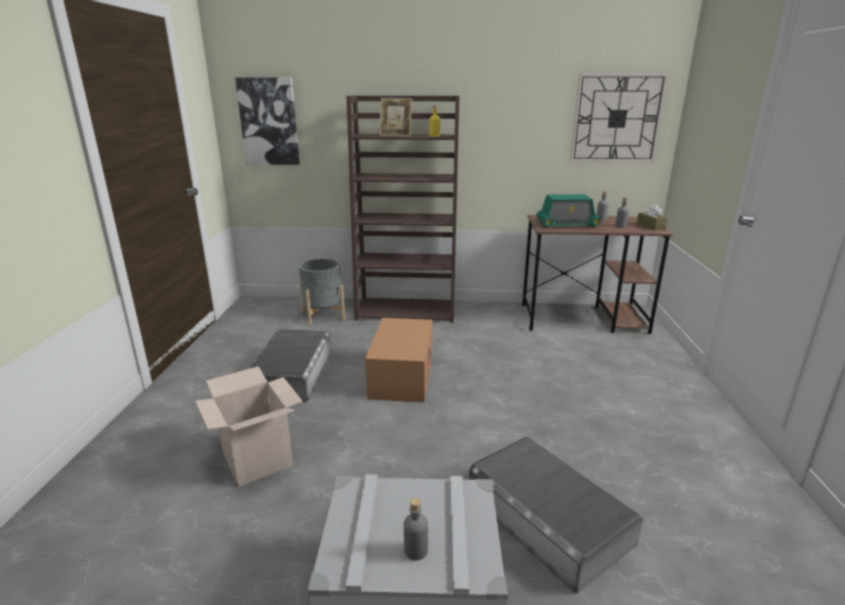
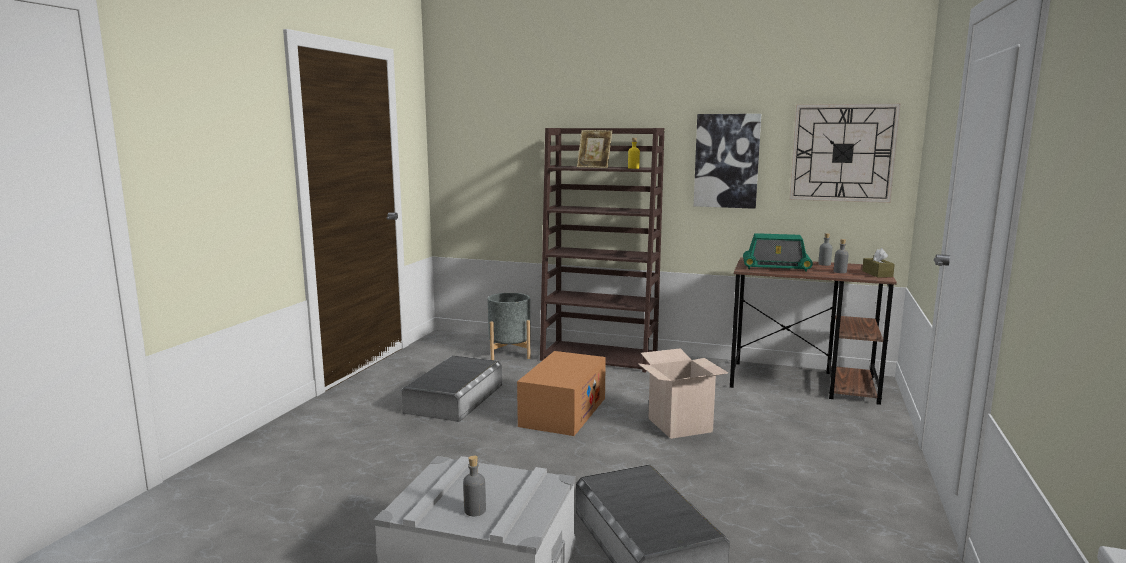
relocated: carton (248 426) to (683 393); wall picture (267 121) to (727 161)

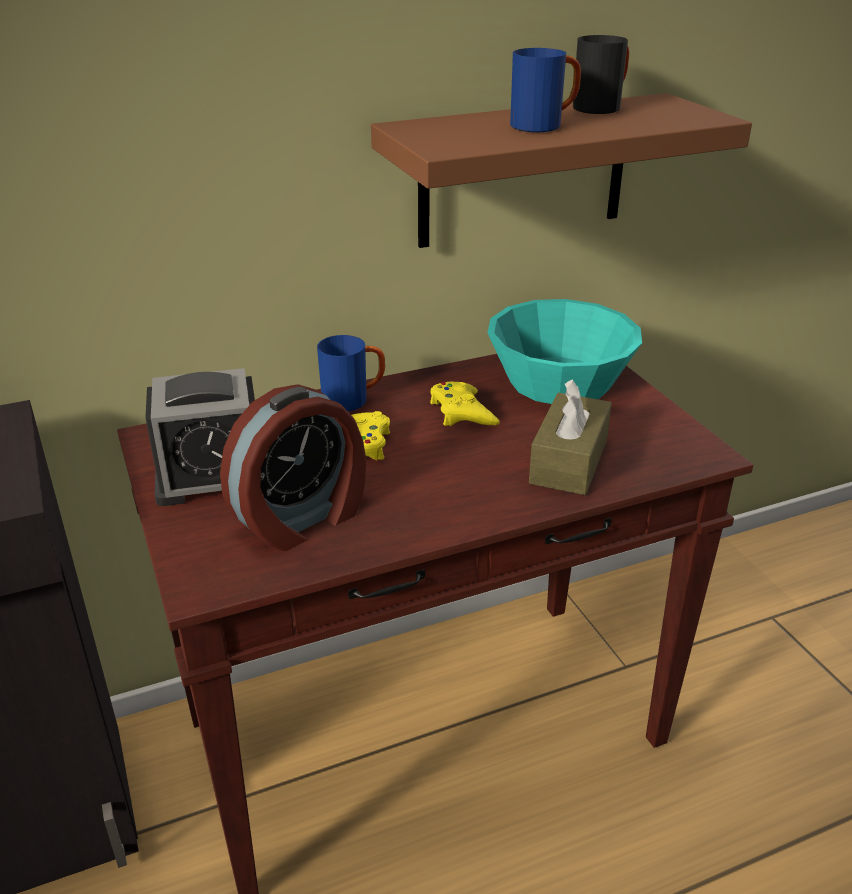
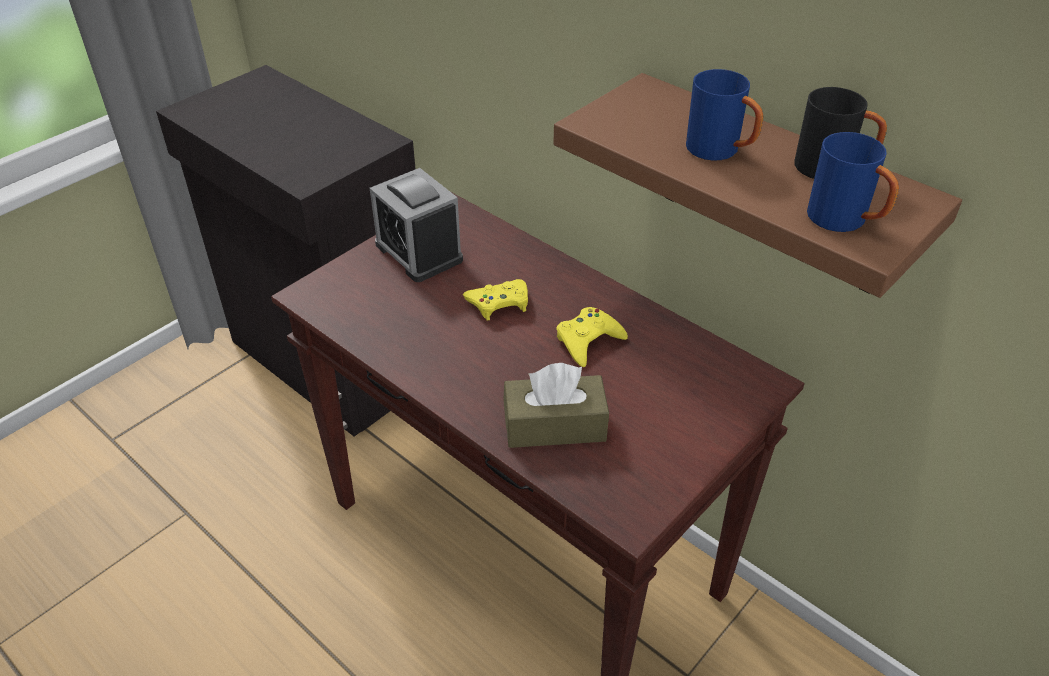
missing: alarm clock (293 467); turquoise deep dish (564 351)
relocated: blue-coloured mug (351 373) to (853 182)

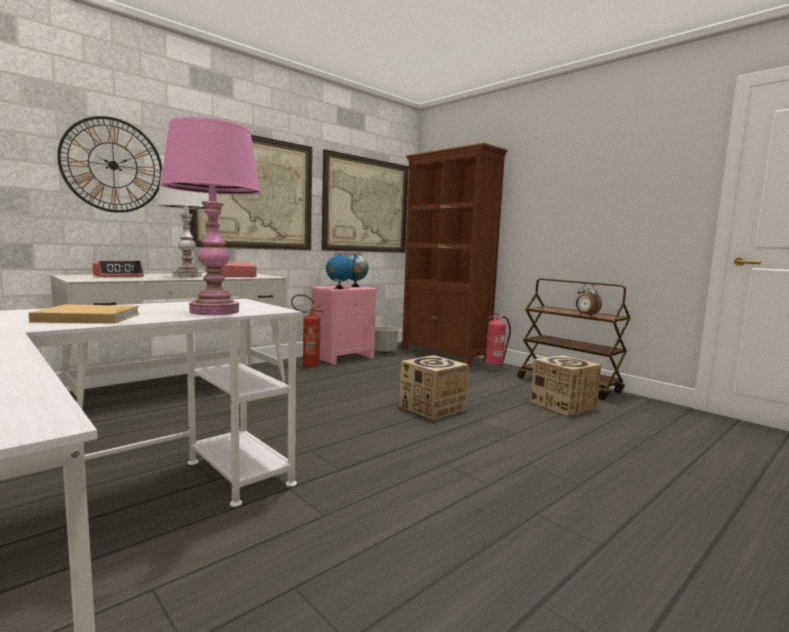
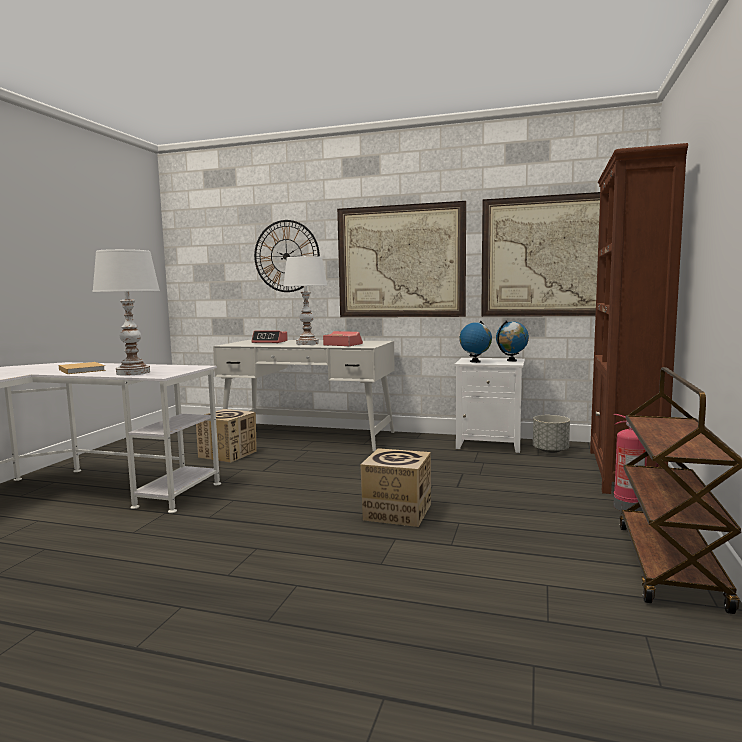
missing: fire-fighting cylinder (307 331); alarm clock (589 299)
relocated: carton (565 385) to (226 436)
colour: pink tabletop lamp (210 216) to white-coloured tabletop lamp (126 312); pink nightstand (343 325) to white-coloured nightstand (489 405)

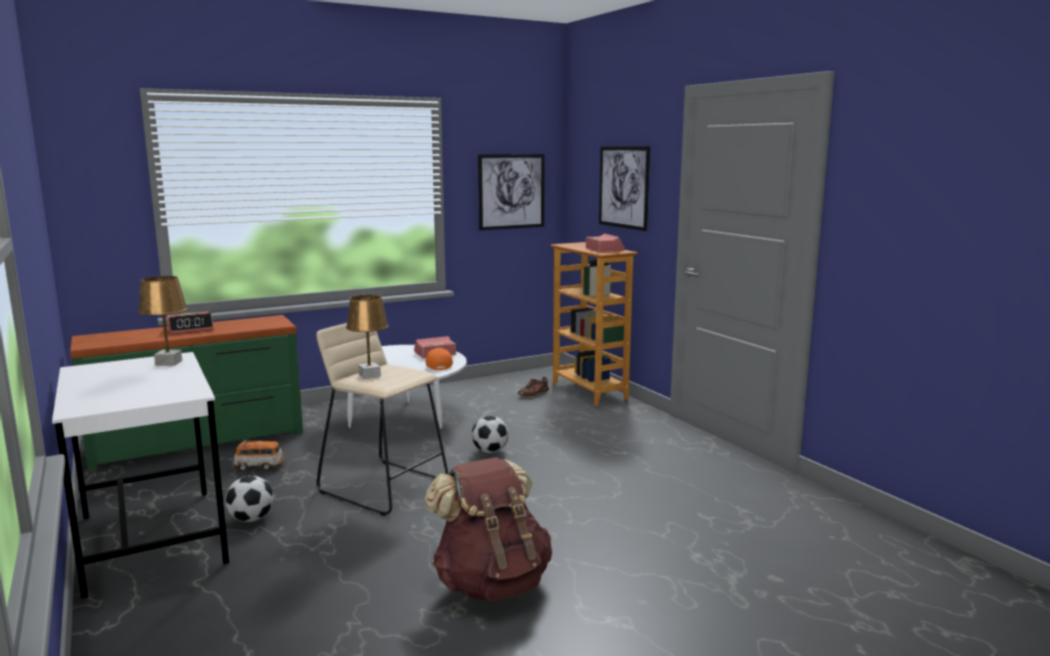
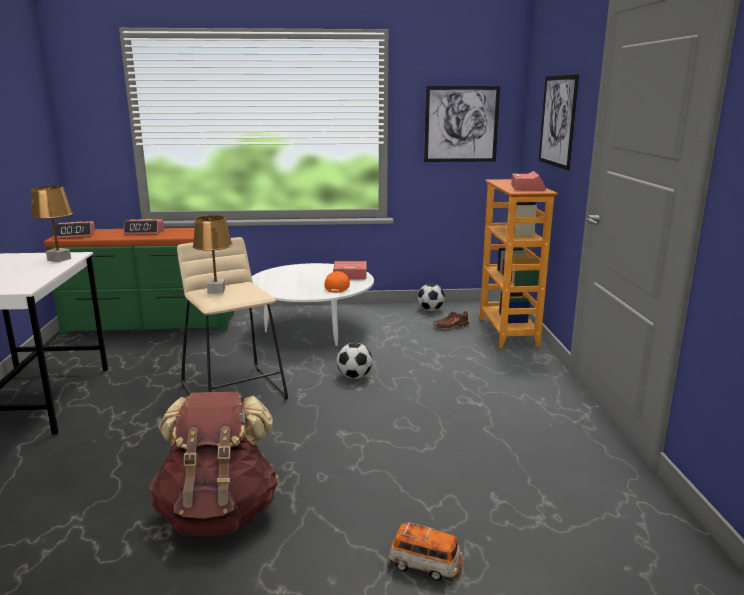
appeared: alarm clock (75 230)
relocated: ball for football (249 499) to (431 297); miniature car (258 455) to (425 551)

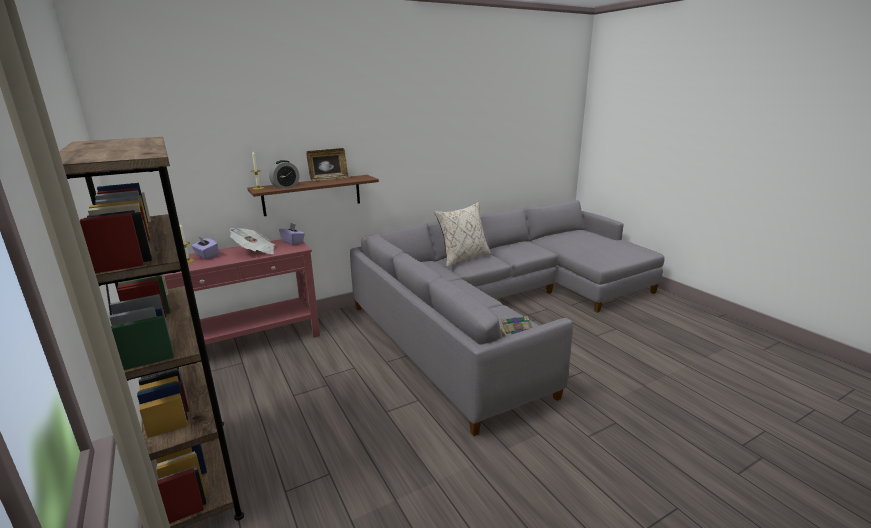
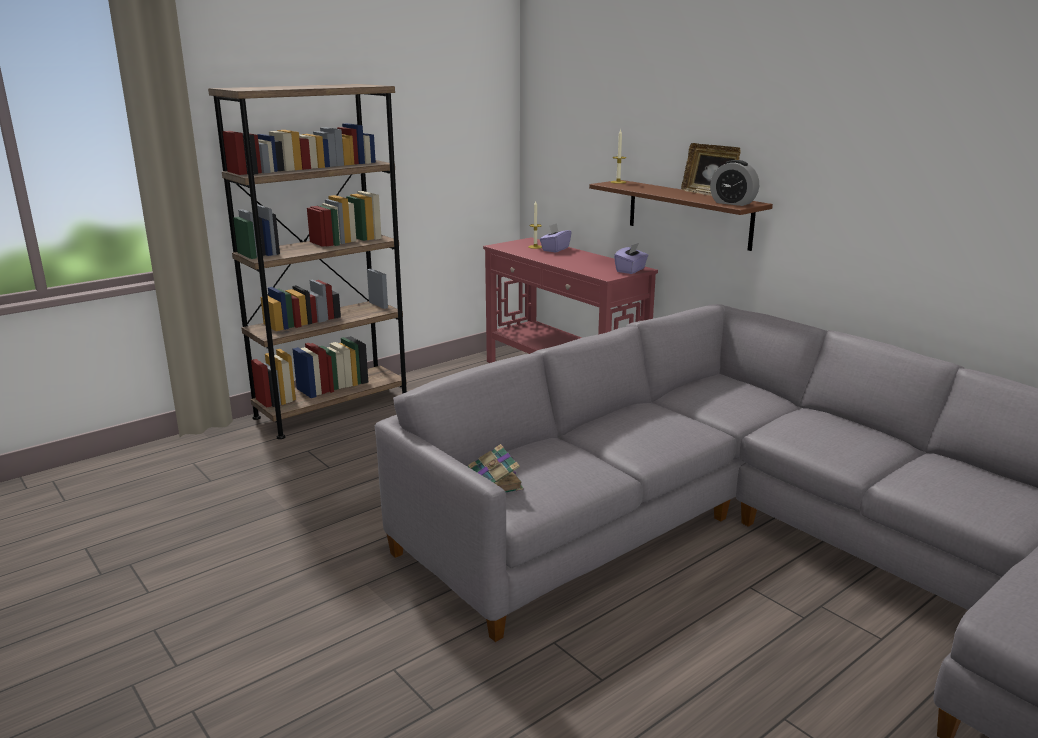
missing: printed paper (252 241); beige-coloured cushion (462 234)
relocated: alarm clock (284 174) to (734 183)

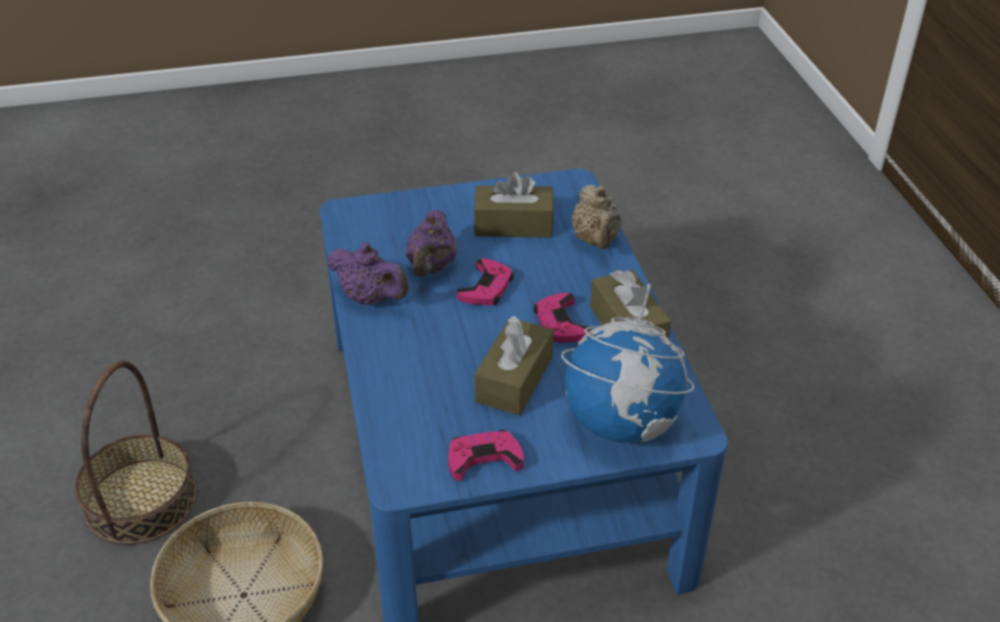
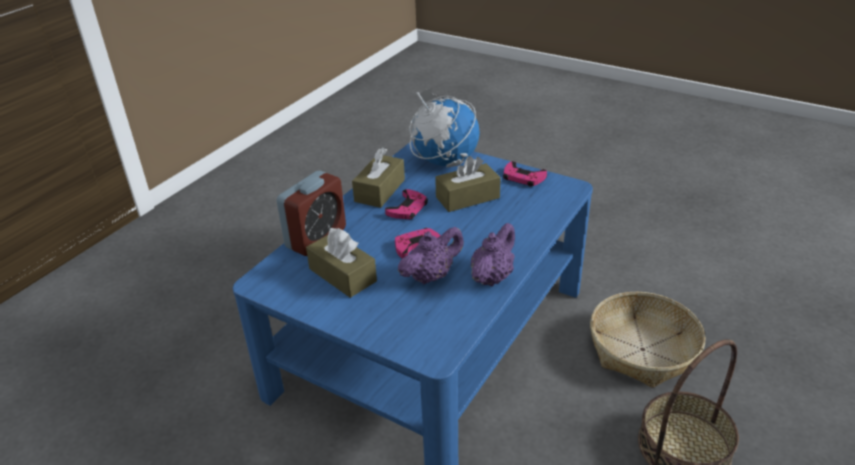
exchanged: beige-coloured pot for tea (597 217) to alarm clock (311 213)
spun: purple-coloured pot for tea (368 273) = (493 254) 45 degrees clockwise

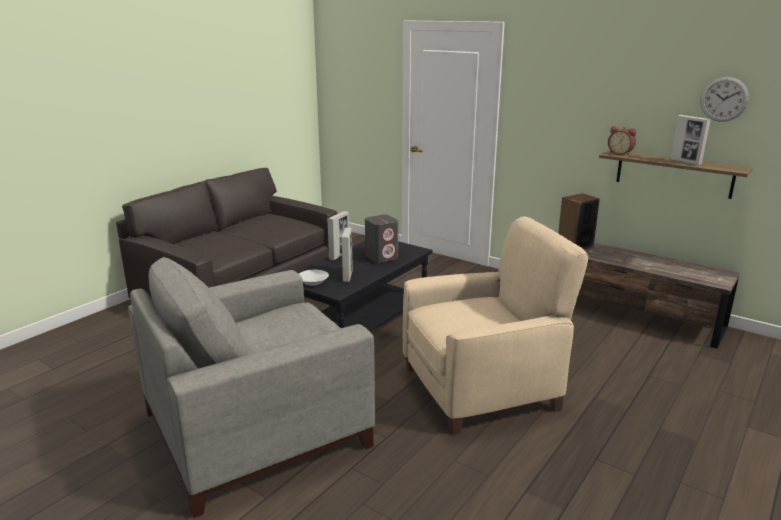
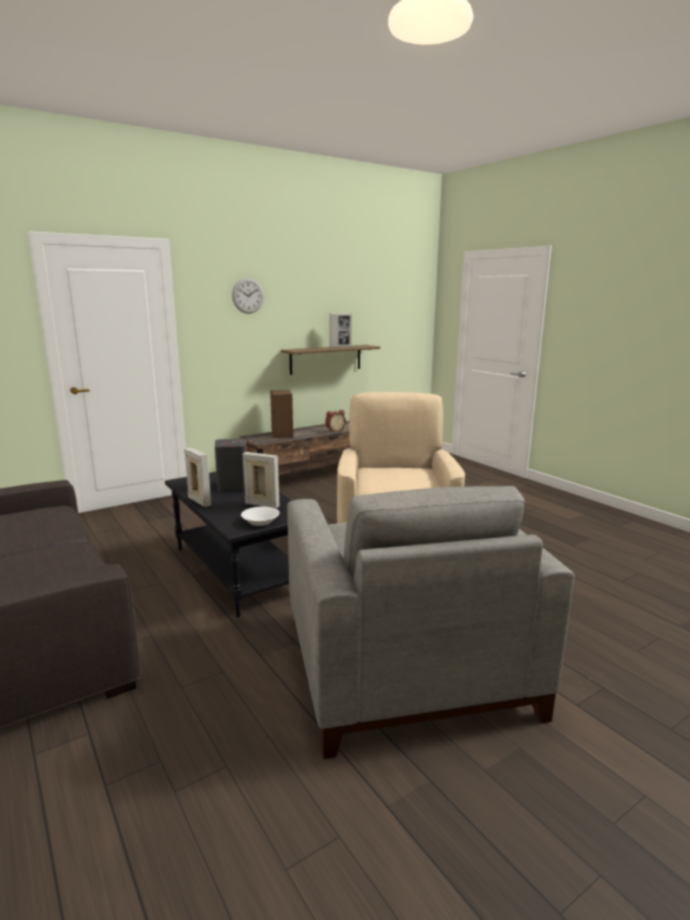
relocated: alarm clock (622 140) to (335 421); hanging clock (724 99) to (248 296)

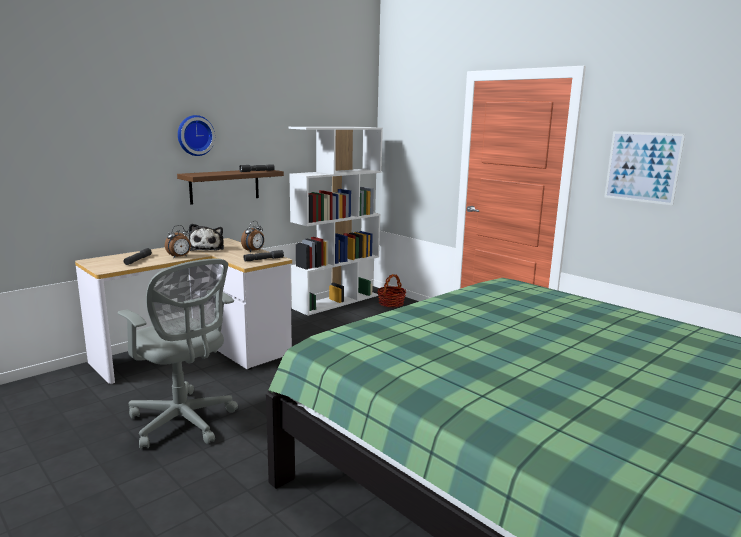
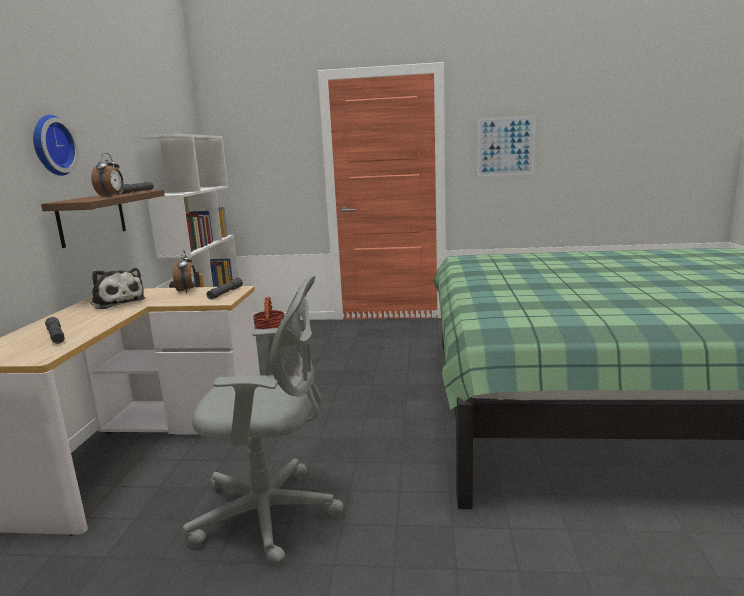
relocated: alarm clock (178 241) to (107 175)

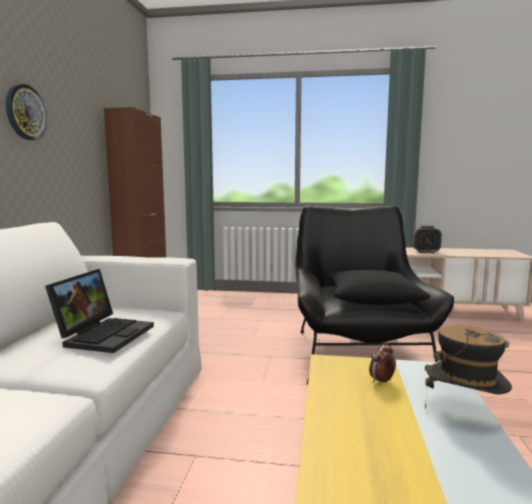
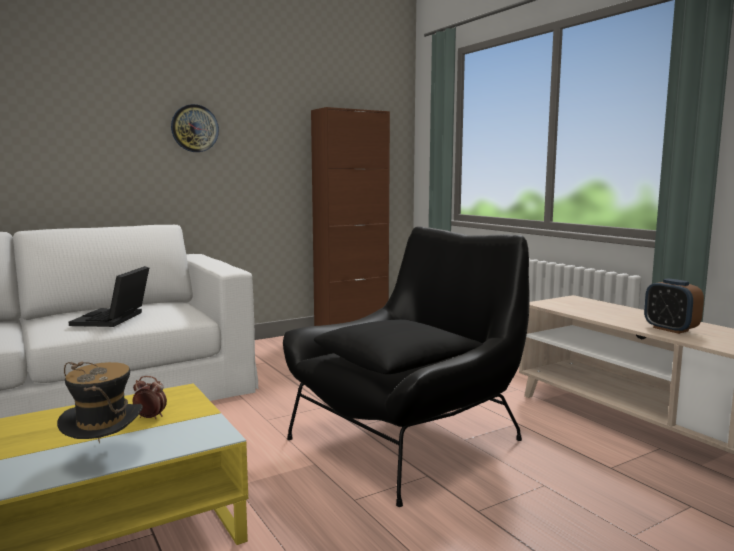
spun: laptop (99 311) = (109 296) 120 degrees clockwise

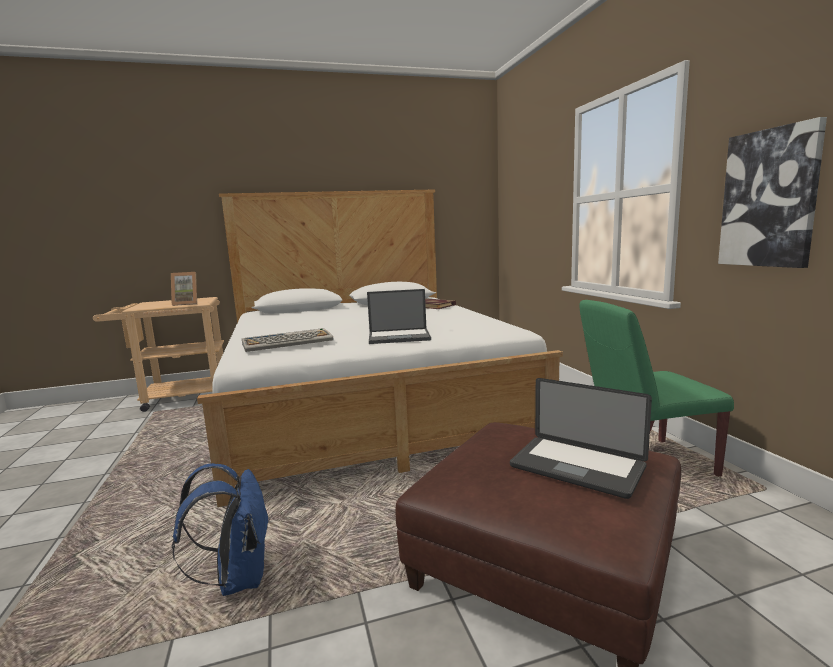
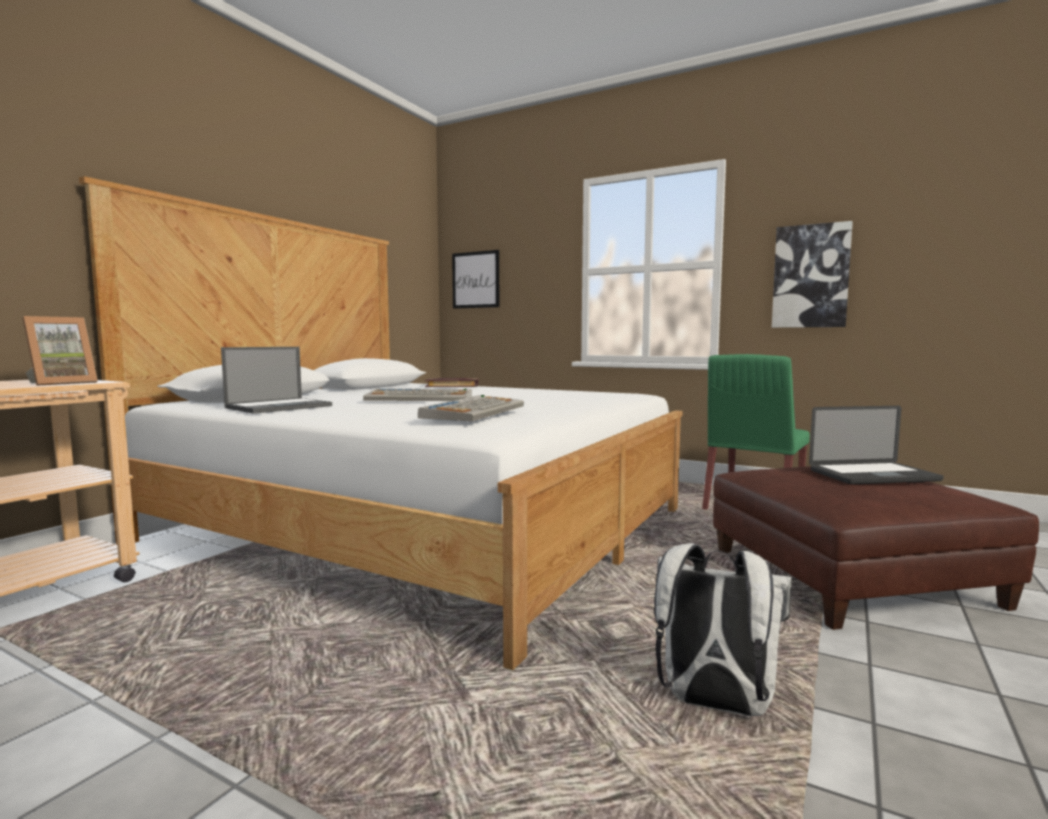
appeared: keyboard (417 395); wall picture (475 279)
relocated: laptop (399 316) to (276 380)
colour: blue-coloured knapsack (221 529) to white-coloured knapsack (723 629)

